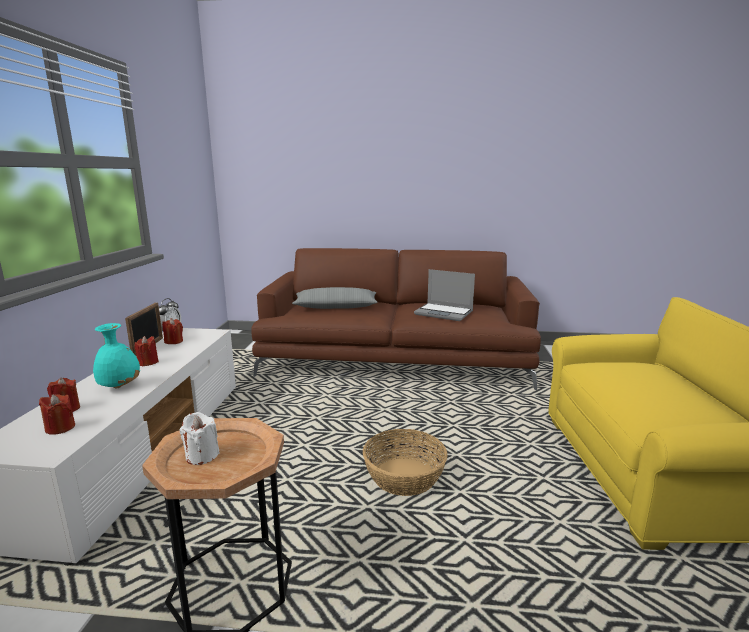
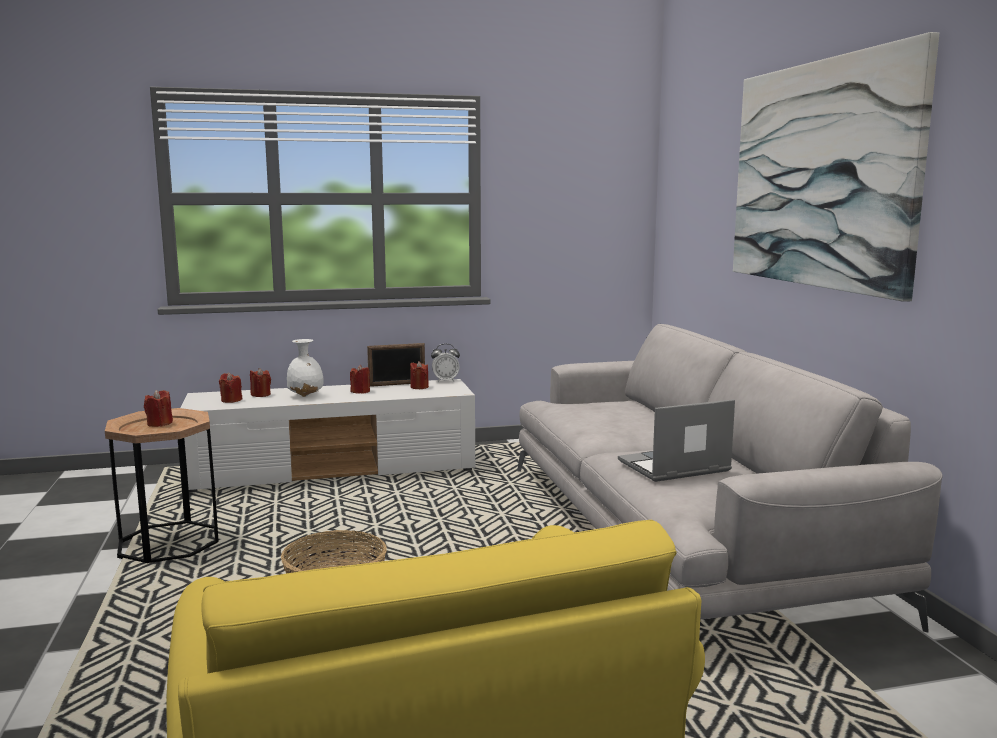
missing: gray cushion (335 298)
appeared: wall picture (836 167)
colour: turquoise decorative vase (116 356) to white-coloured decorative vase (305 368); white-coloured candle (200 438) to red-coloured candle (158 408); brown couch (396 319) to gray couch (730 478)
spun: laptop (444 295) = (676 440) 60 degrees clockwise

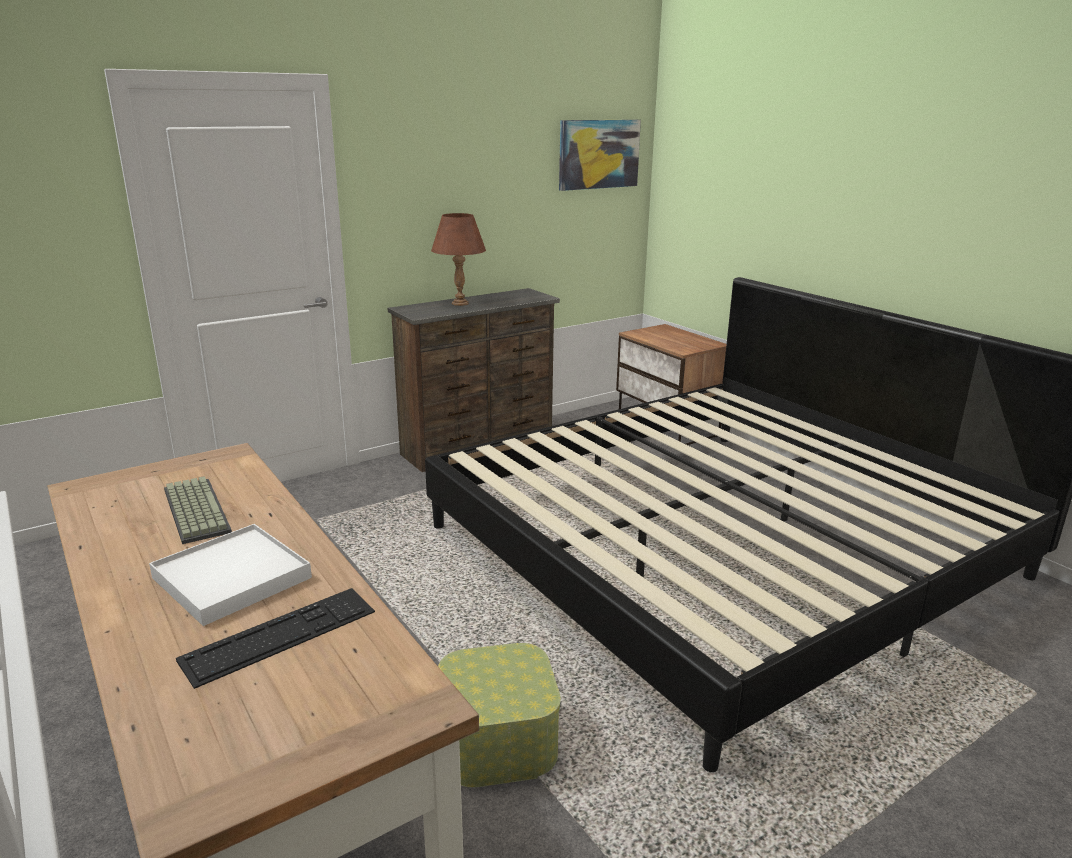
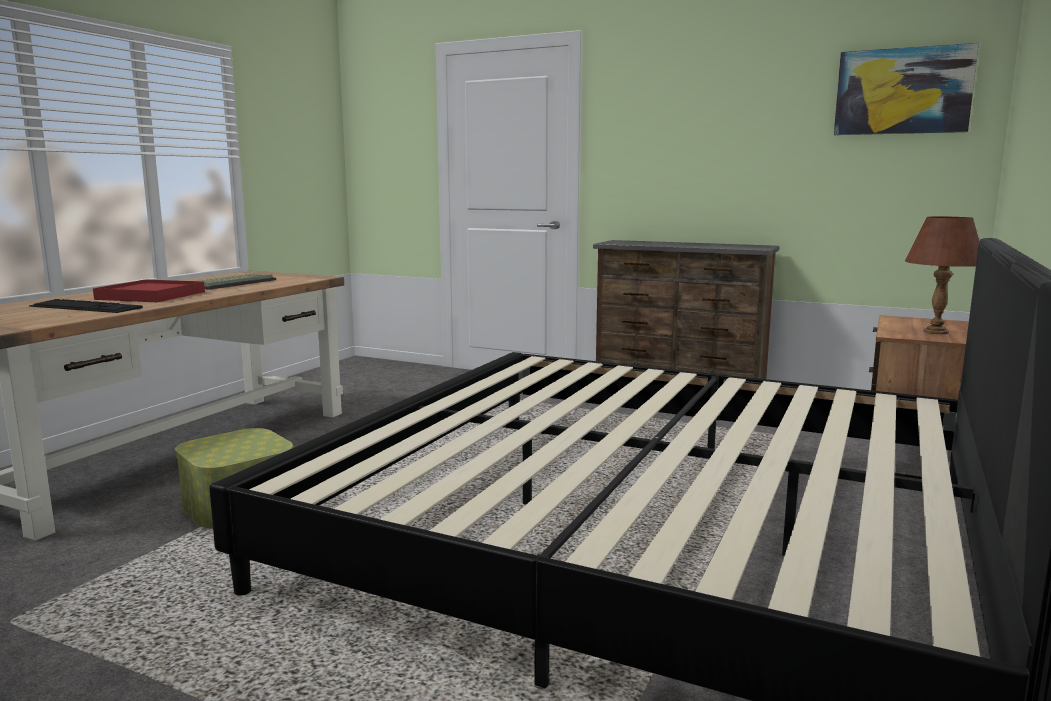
relocated: brown tabletop lamp (458 259) to (942 275)
colour: white-coloured serving tray (230 575) to red-coloured serving tray (149 290)

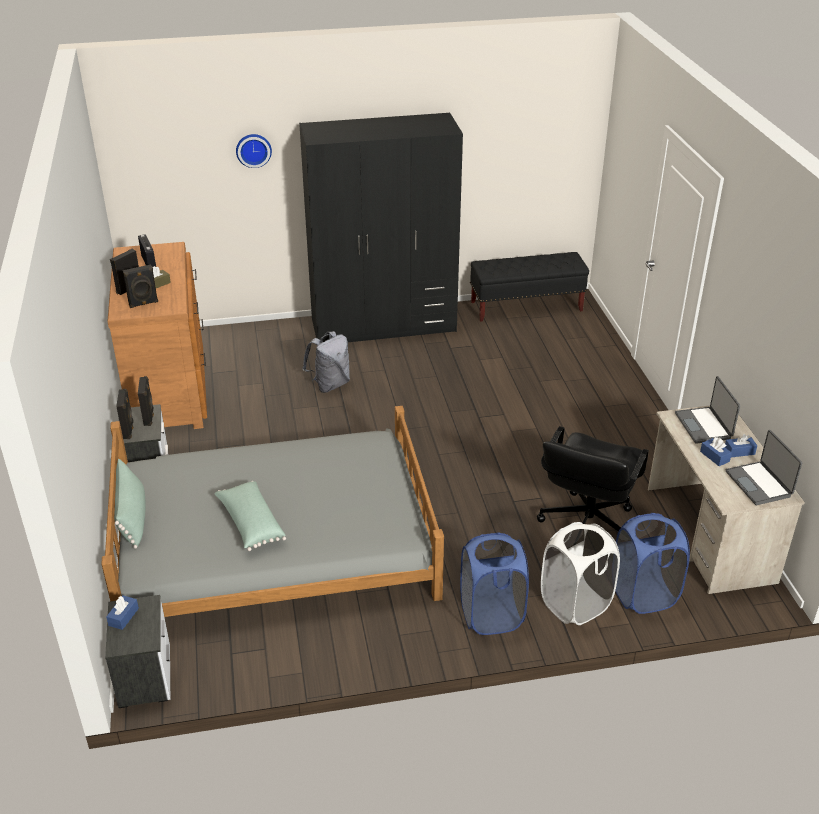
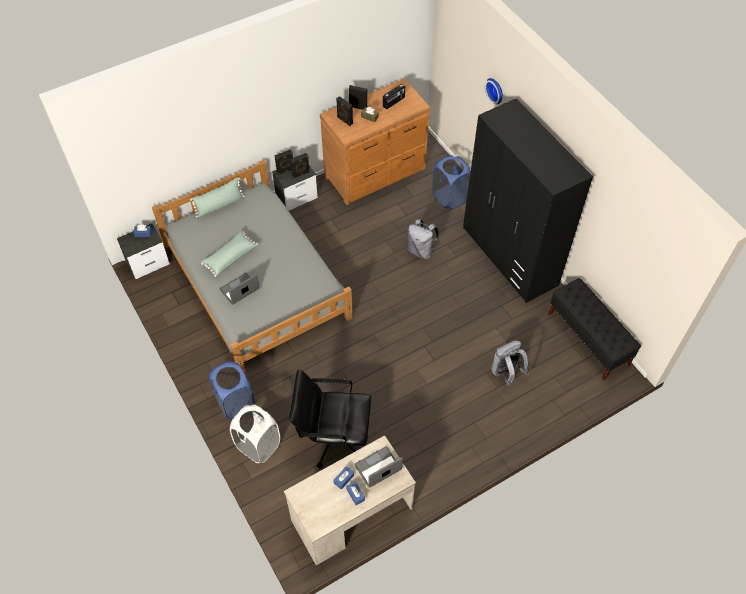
appeared: gray knapsack (510 363)
relocated: blue-coloured hamper (652 563) to (451 182); laptop (764 467) to (239 289)

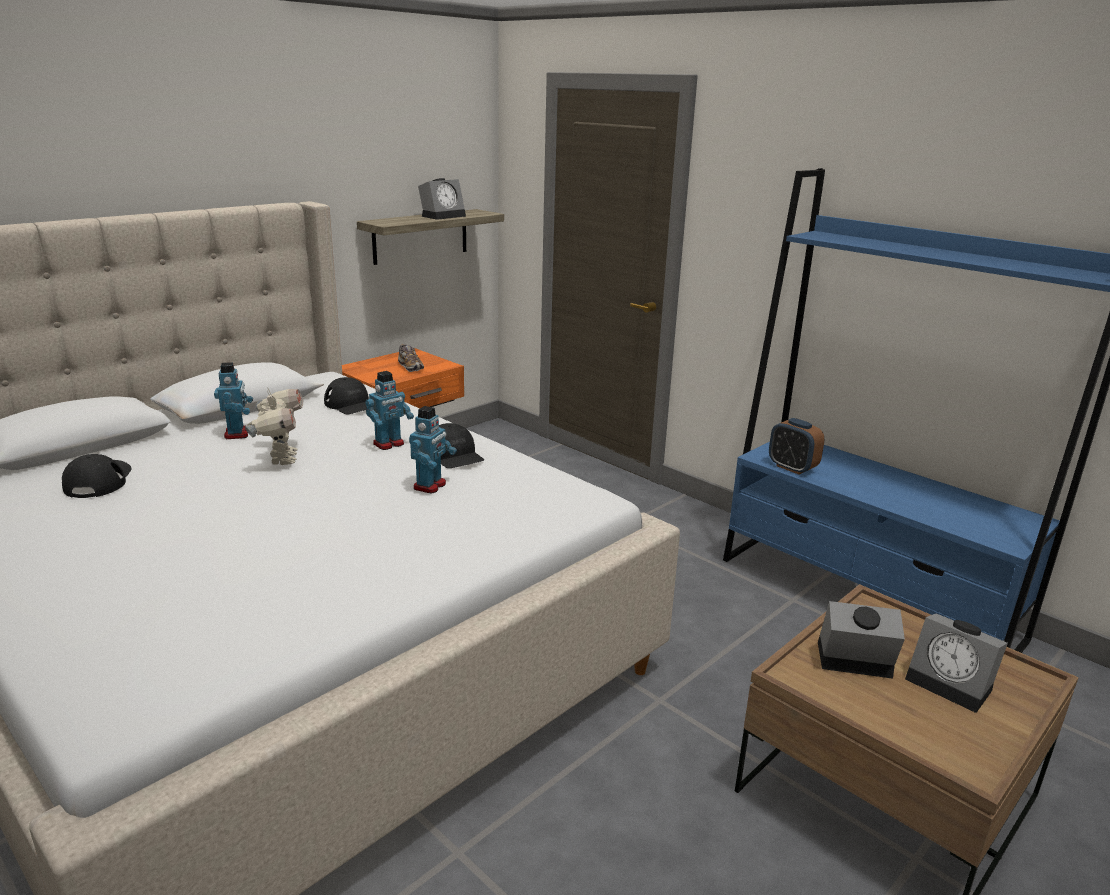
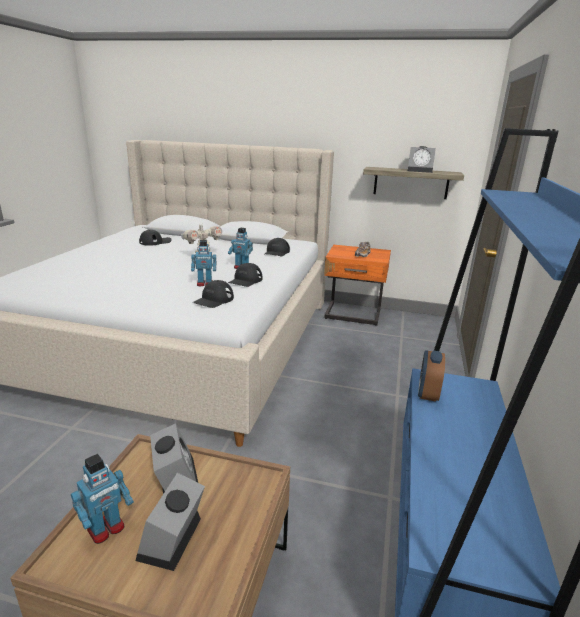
appeared: black-coloured peaked cap (213 294)
relocated: model robot (233 400) to (102 499)

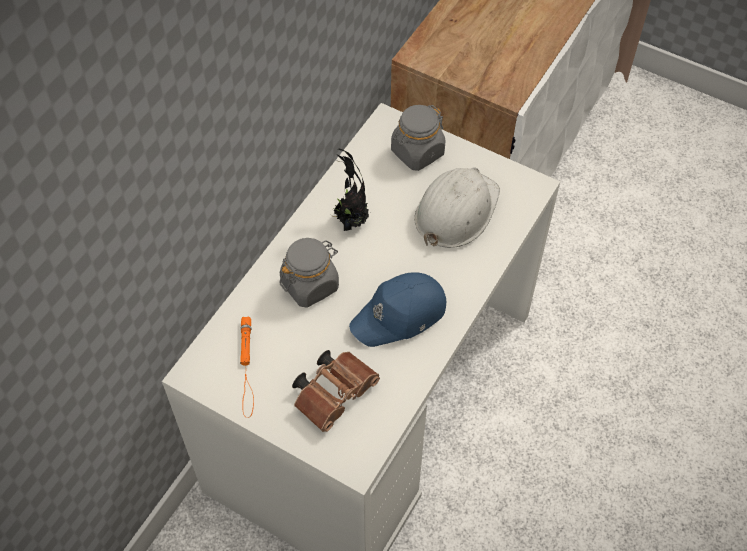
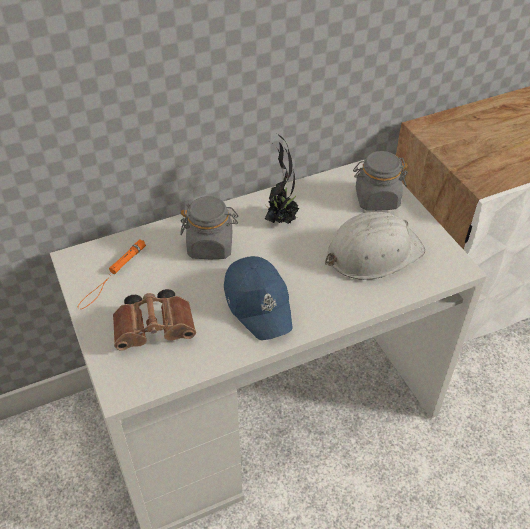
spun: blue-coloured peaked cap (397 309) = (258 298) 120 degrees counterclockwise

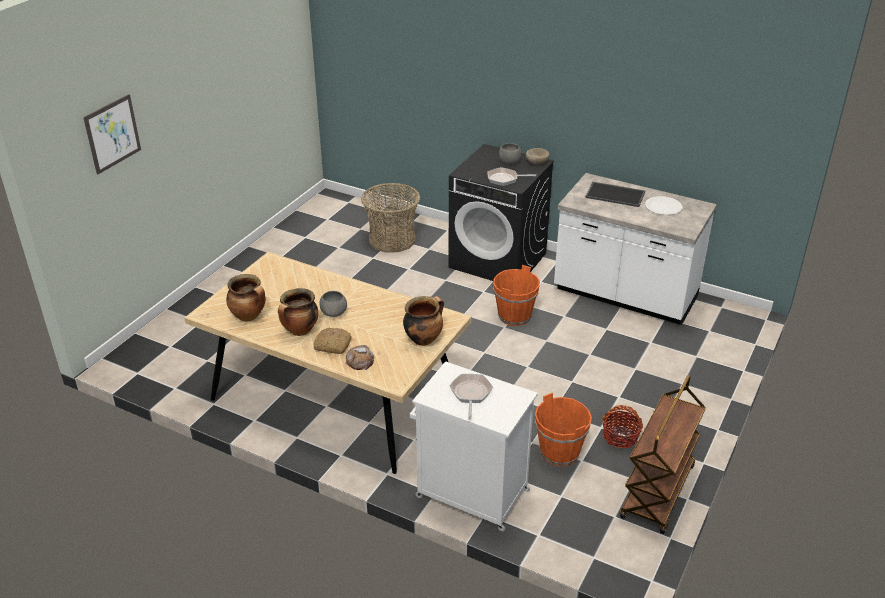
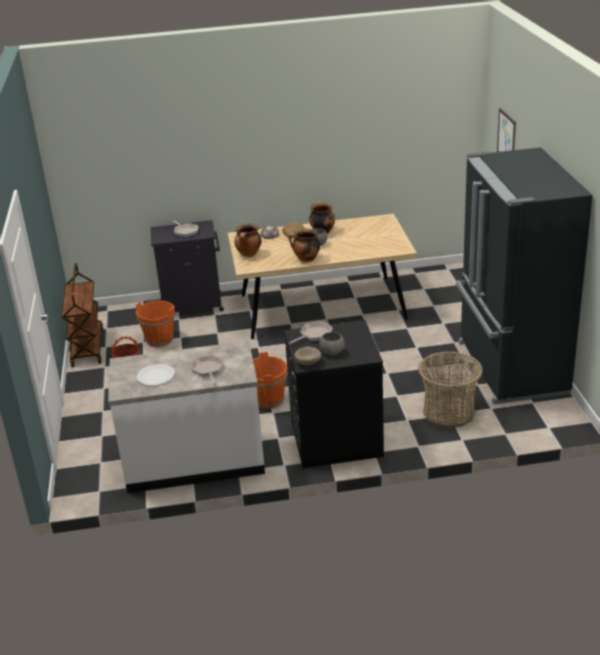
appeared: black-coloured fridge (524 275)
relocated: stockpot (246 297) to (304 245)
exchanged: serving tray (615 194) to pan (207 370)
colour: white-coloured cupboard (474 446) to black-coloured cupboard (187 266)

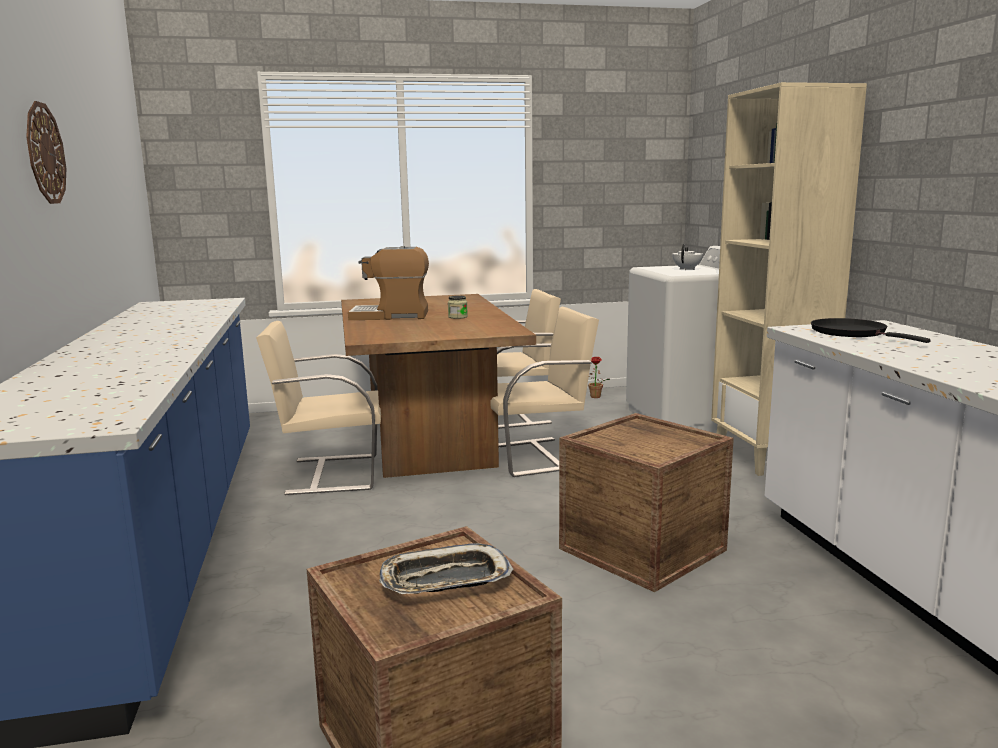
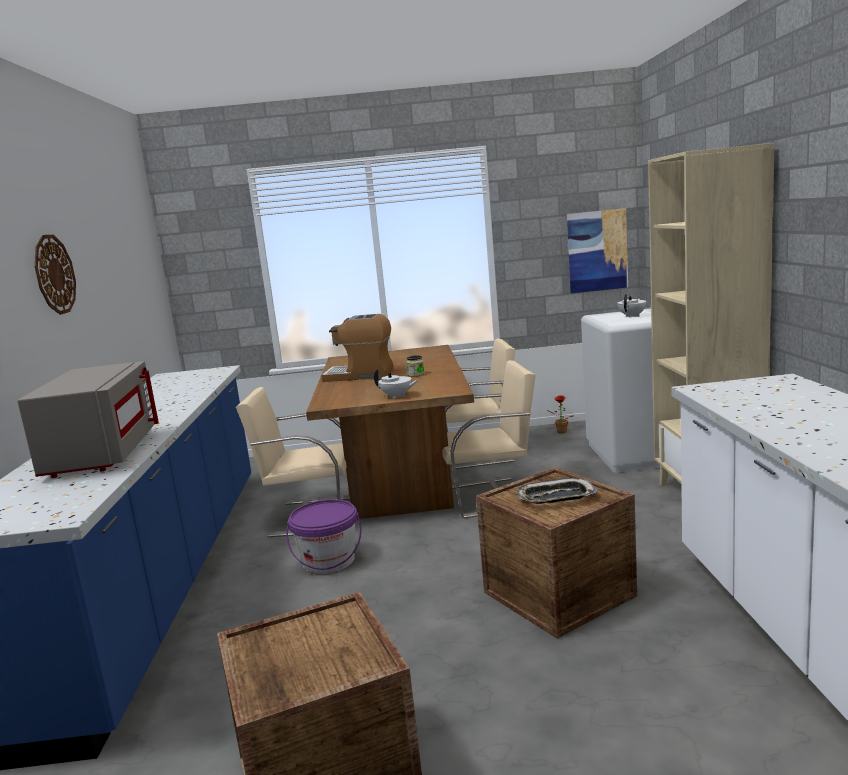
missing: black-coloured pan (871 330)
appeared: gray microwave (88 419); purple-coloured bucket (323 536); white-coloured pot for tea (396 384); wall picture (597 250)
relocated: serving tray (446 568) to (557 491)

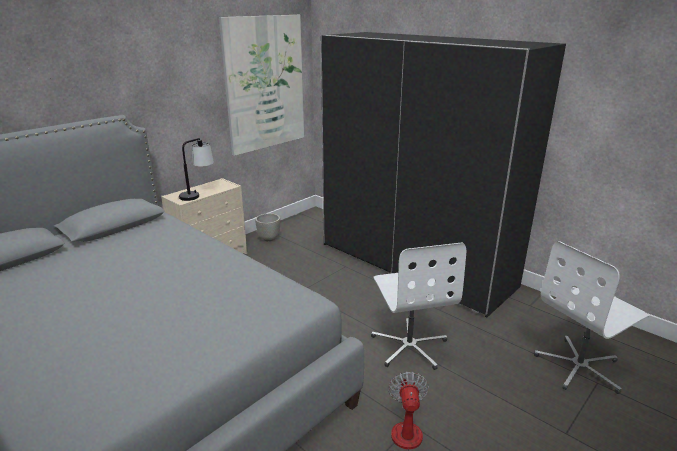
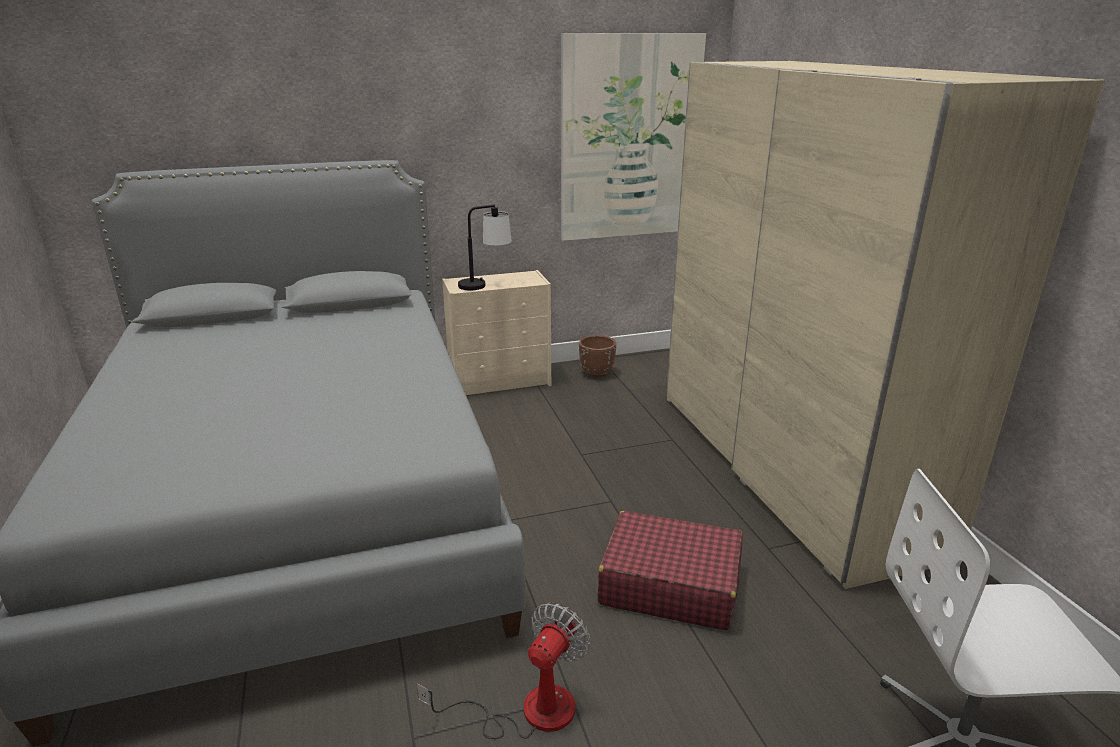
exchanged: white-coloured office chair (418 306) to red-coloured piece of luggage (670 571)
colour: gray plant pot (267 227) to brown plant pot (597 356); black-coloured armoire (443 174) to beige-coloured armoire (885 325)

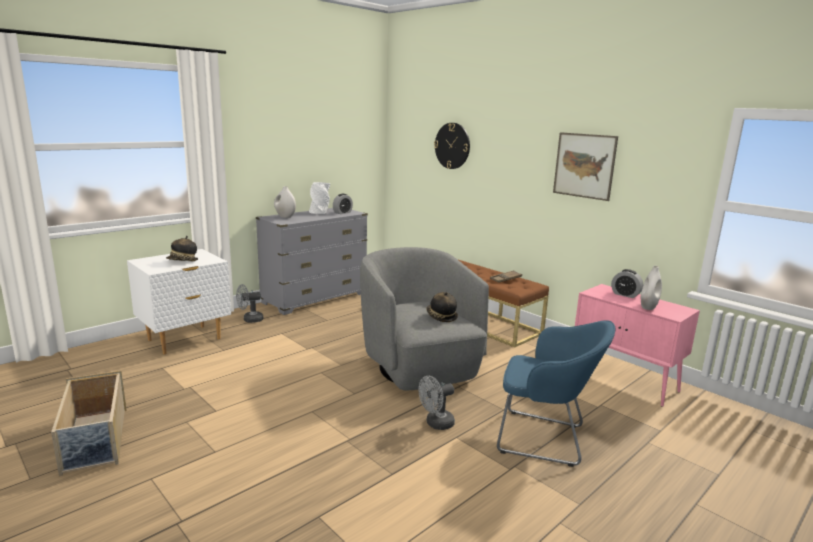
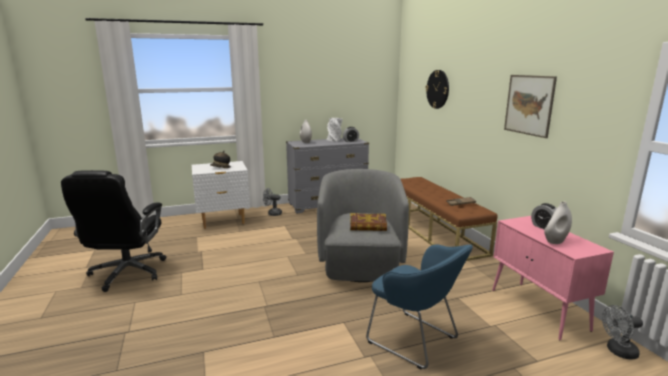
relocated: gray fan (436 403) to (622 332)
exchanged: beige-coloured storage bin (89 423) to black-coloured office chair (114 231); clothing hat (442 307) to volume (368 222)

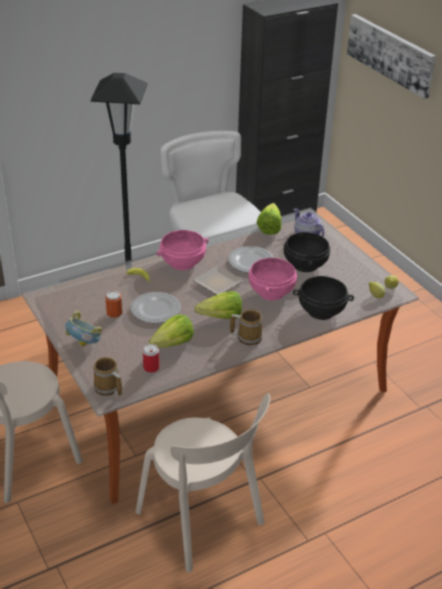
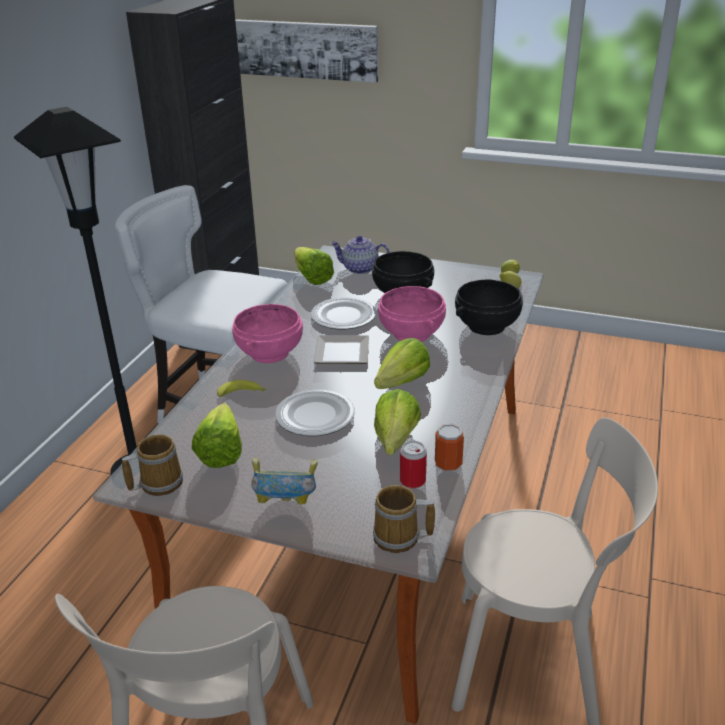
appeared: lettuce (217 435)
relocated: metal can (114 304) to (449 448); mug (246 328) to (152 465)

